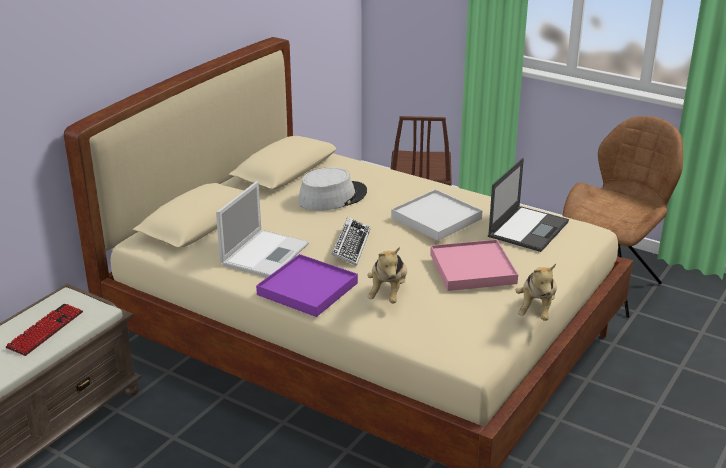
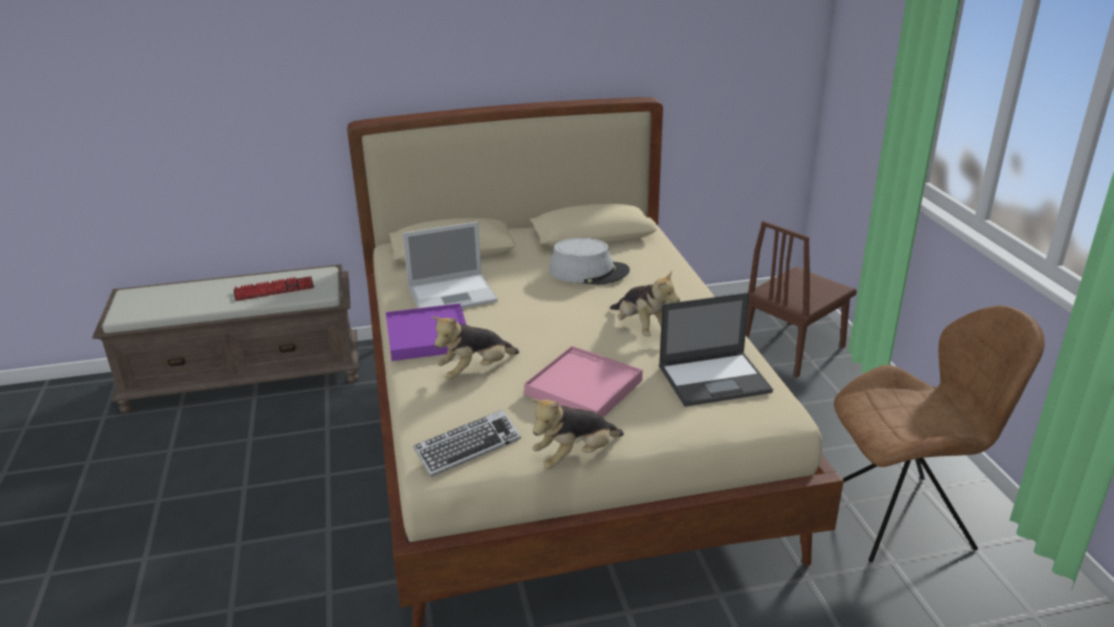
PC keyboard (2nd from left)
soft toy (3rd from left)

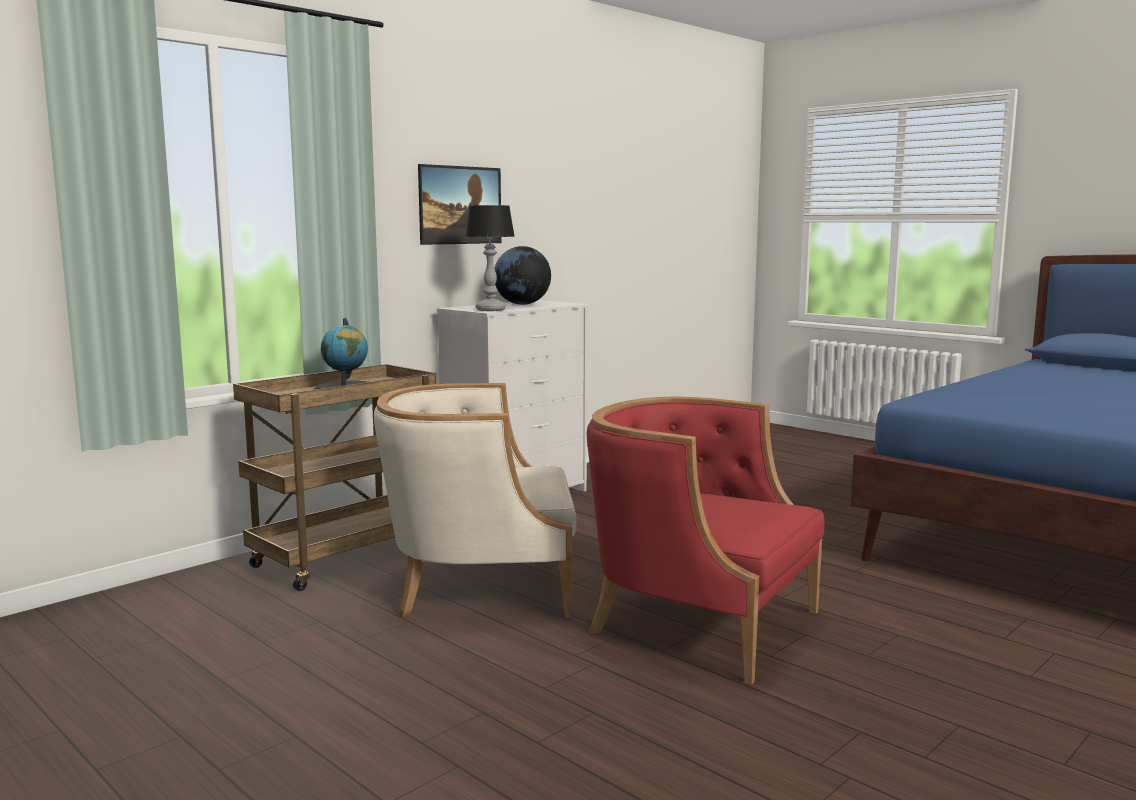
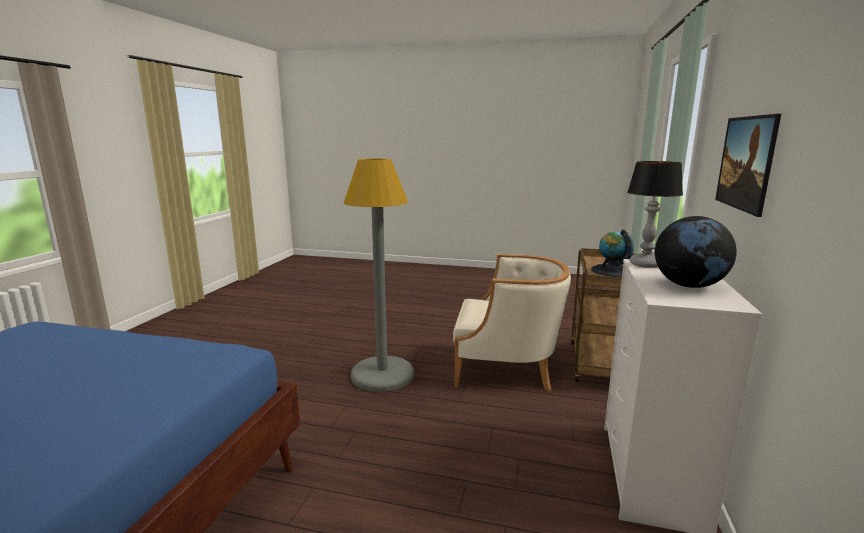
greyish standing lamp
sand-coloured armchair

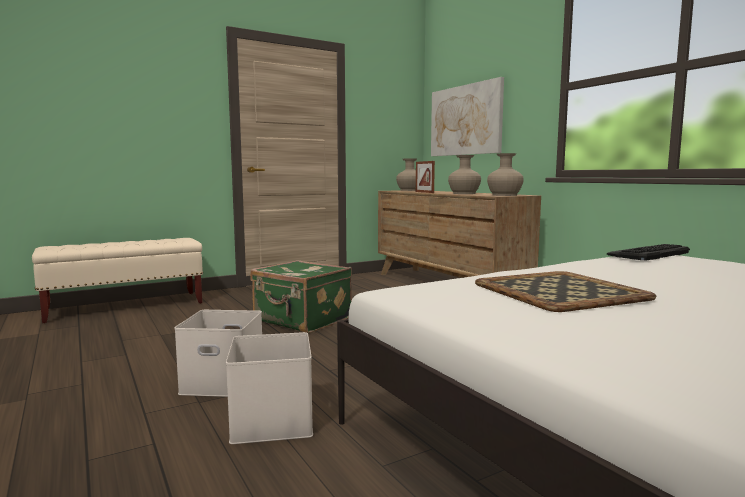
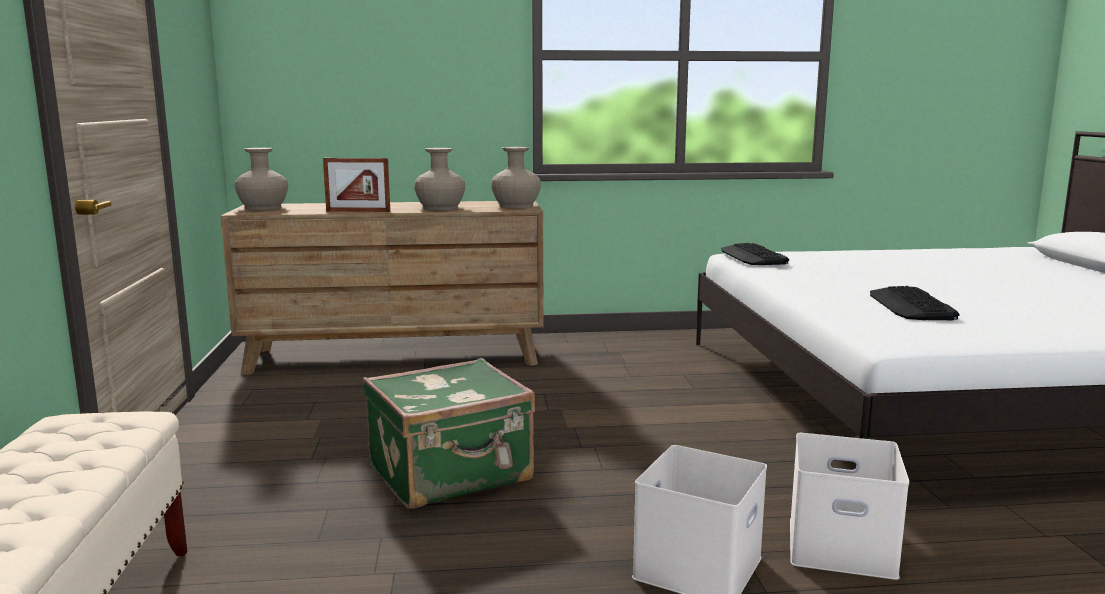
picture
PC keyboard (2nd from left)

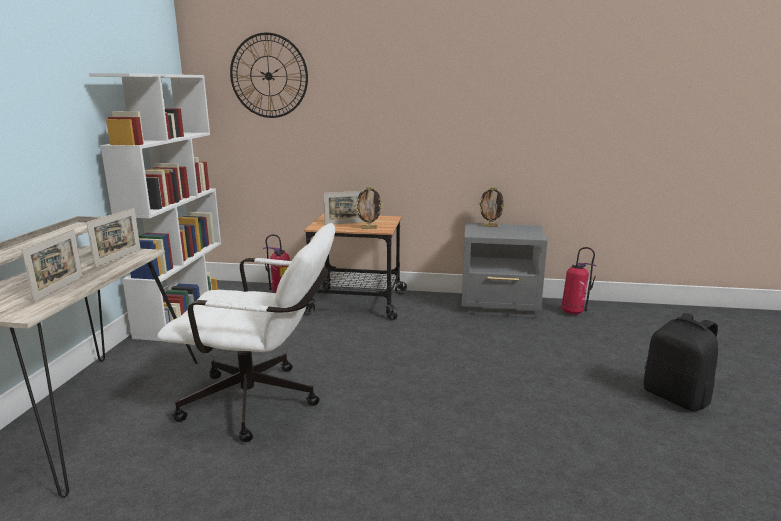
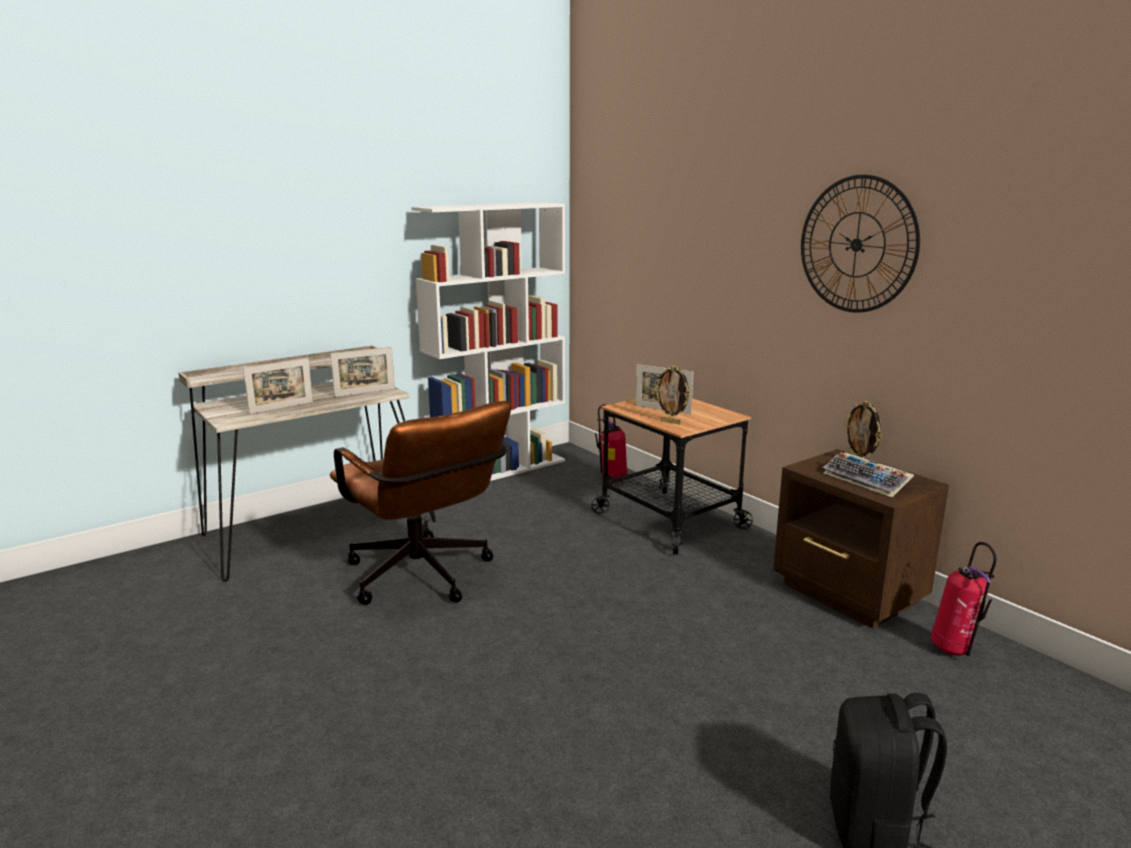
PC keyboard
hanging clock
brown desk chair
brown bedside table

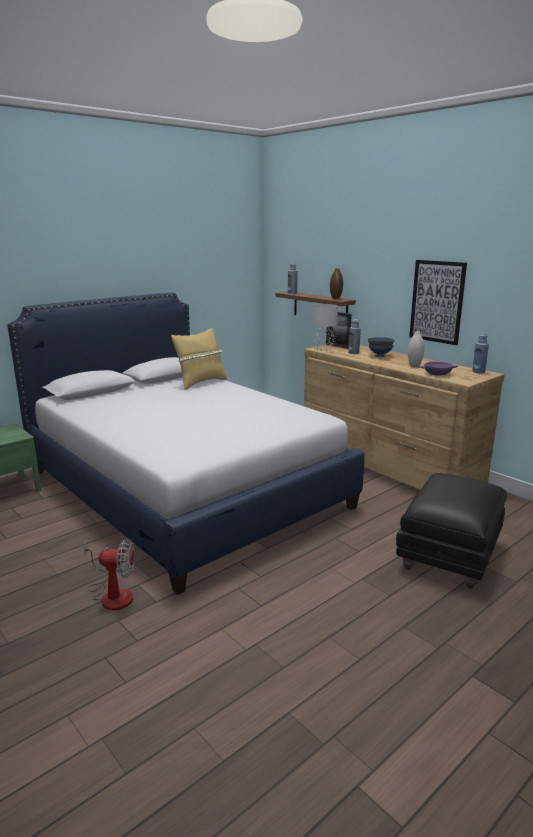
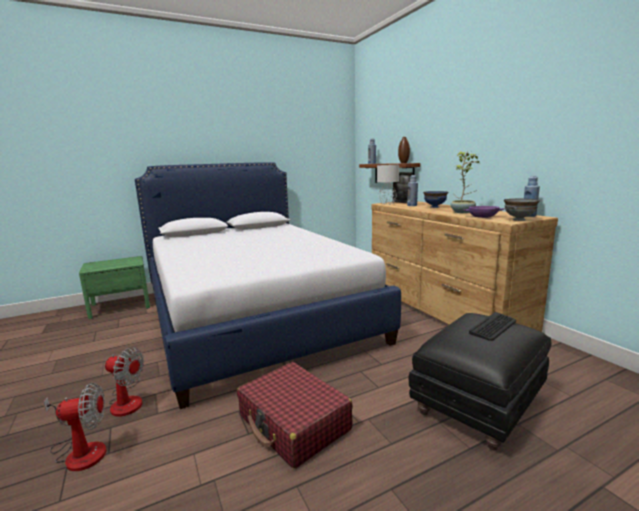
yellowish pillow
picture
cooling fan (1st from left)
red suitcase
PC keyboard
greyish serving bowl
plant in a pot

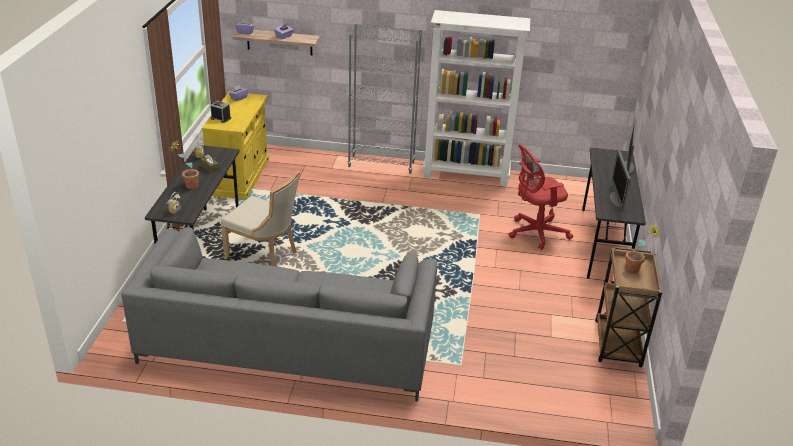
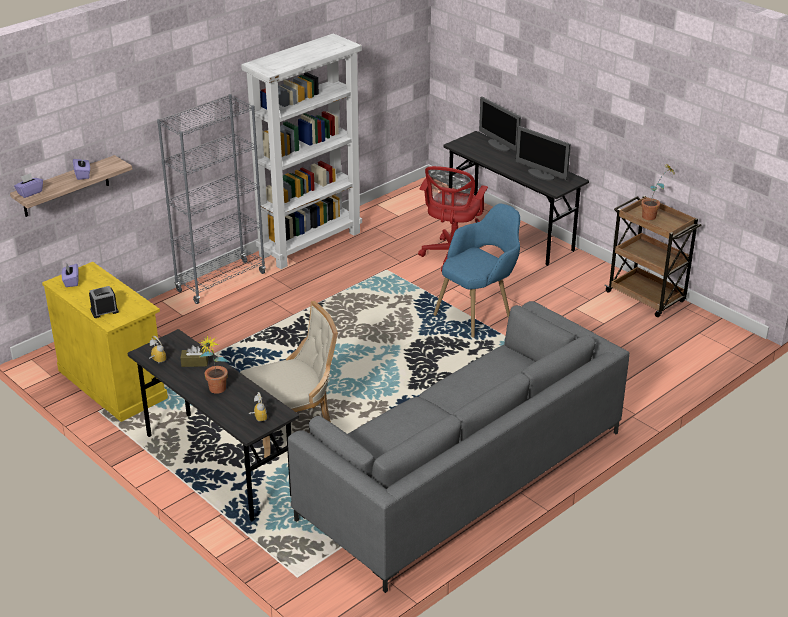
blue-coloured armchair

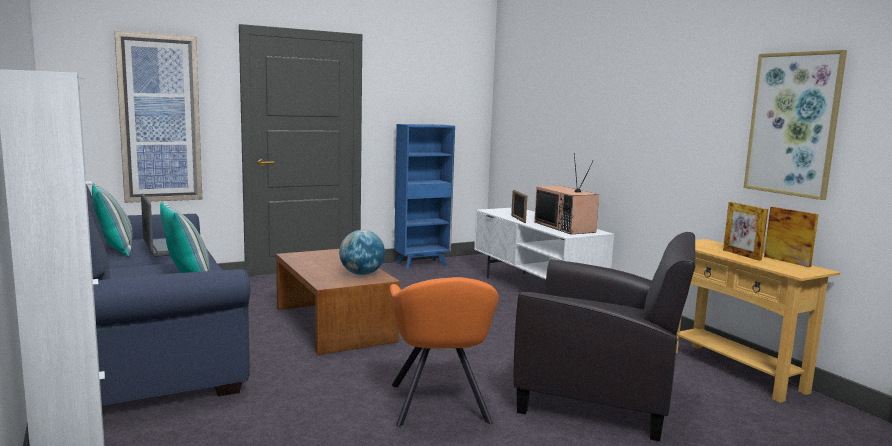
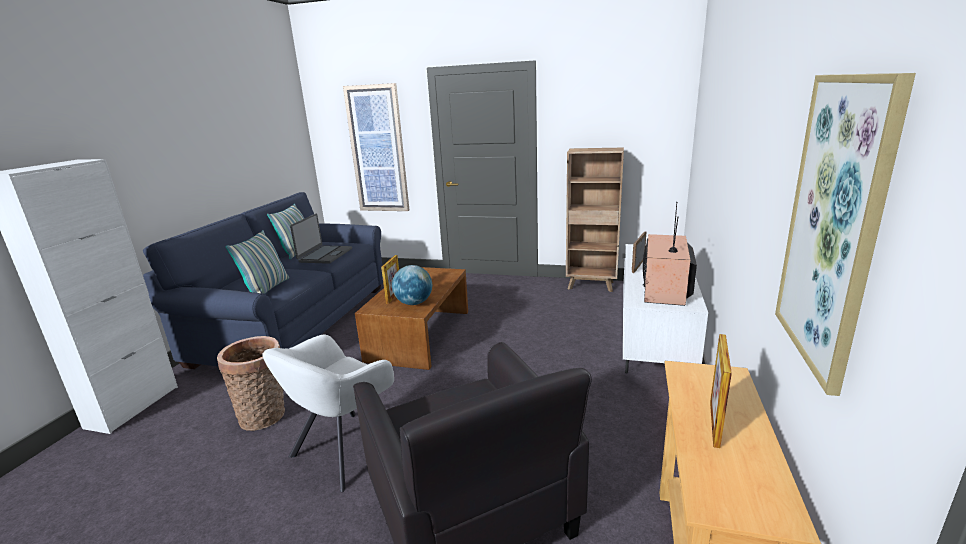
basket
standing frame (1st from left)
white armchair
brown bookshelf

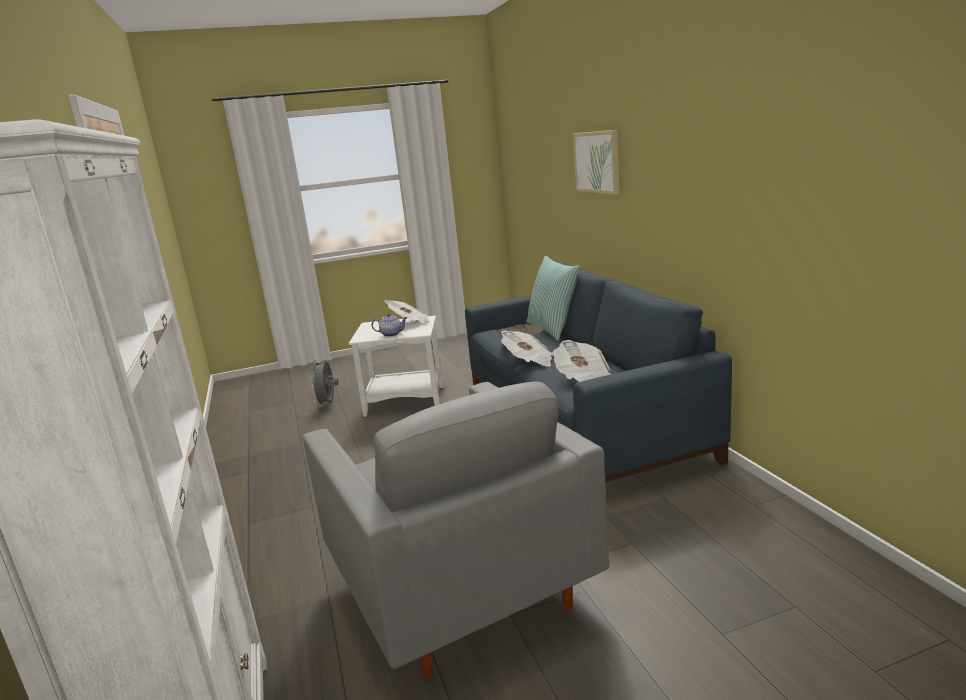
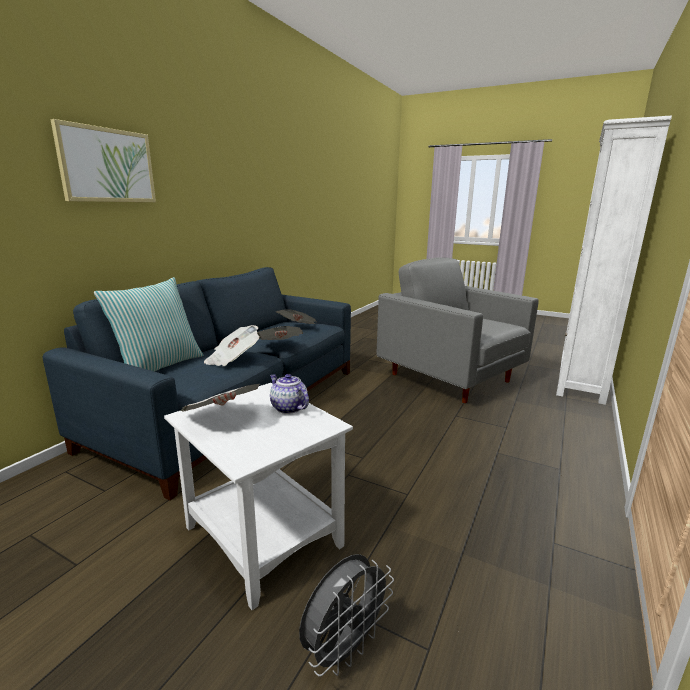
greyish armchair

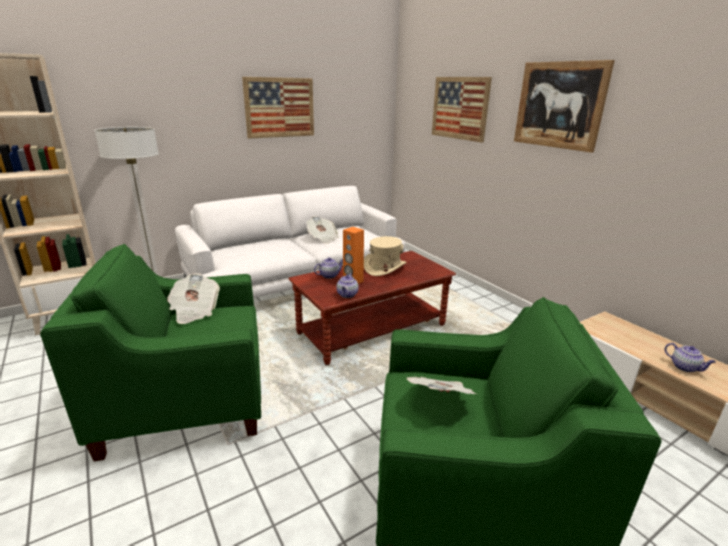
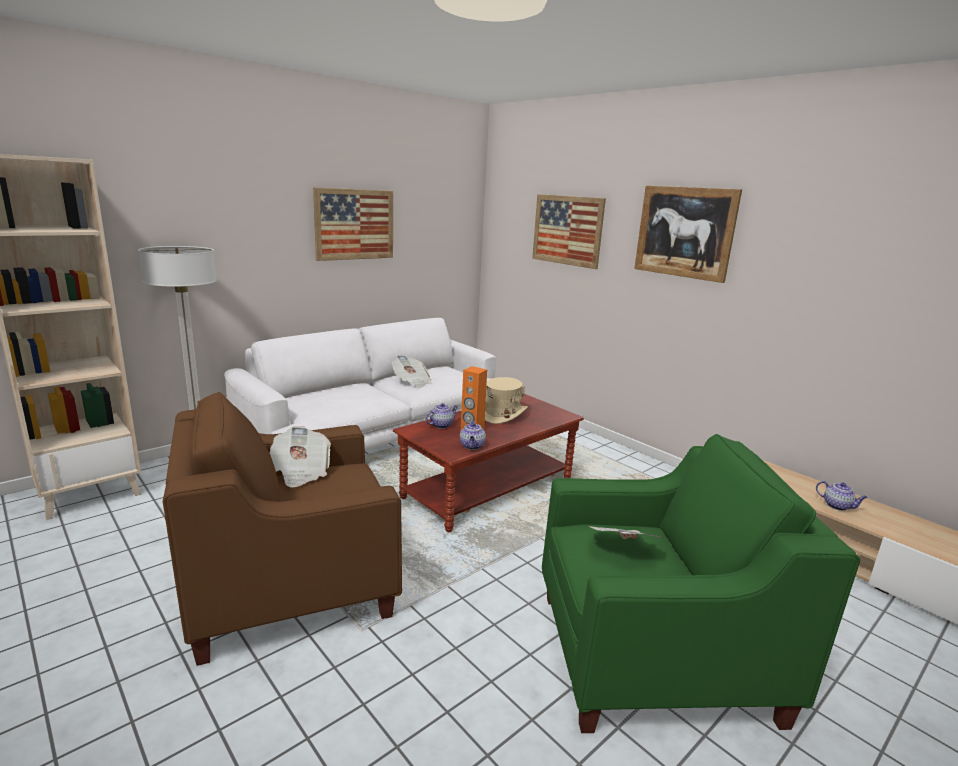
brown armchair

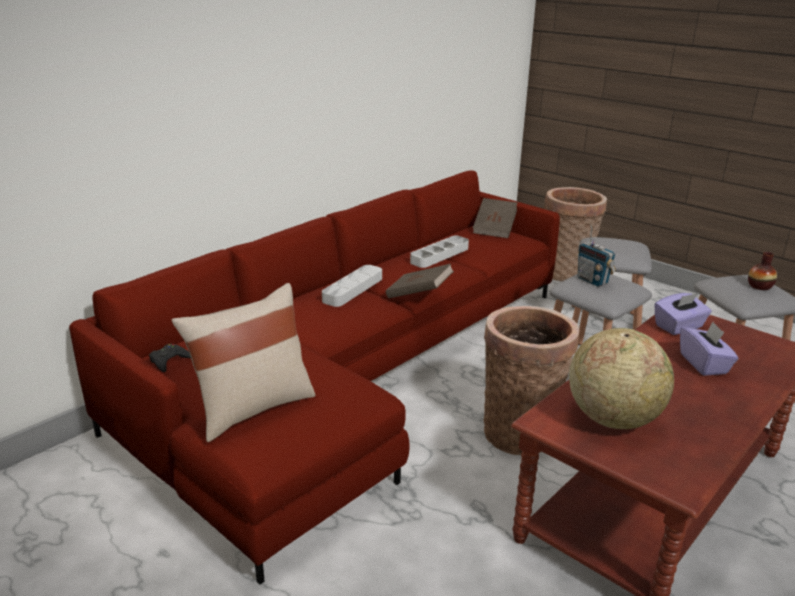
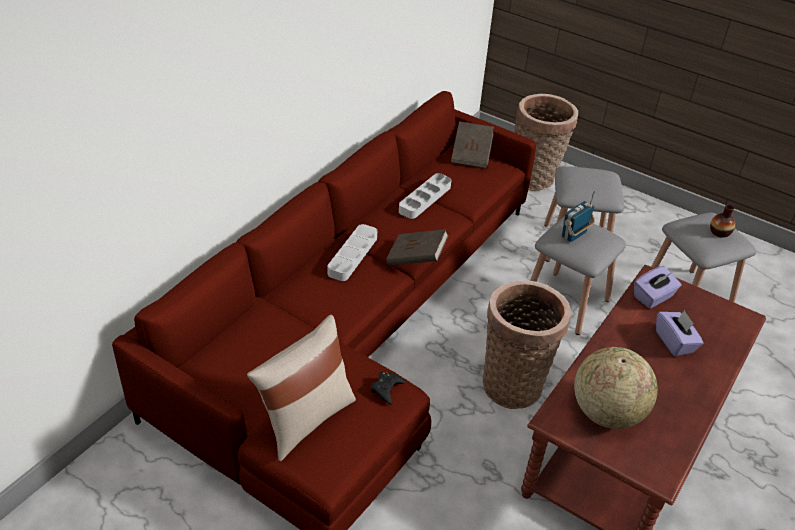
blackish gamepad
radio set

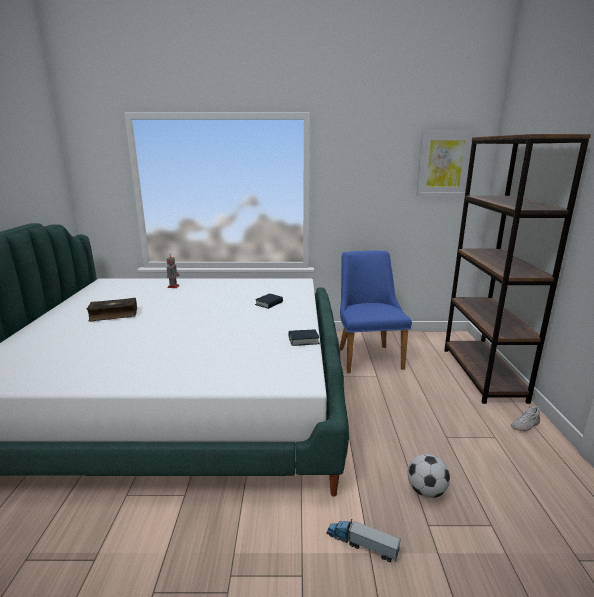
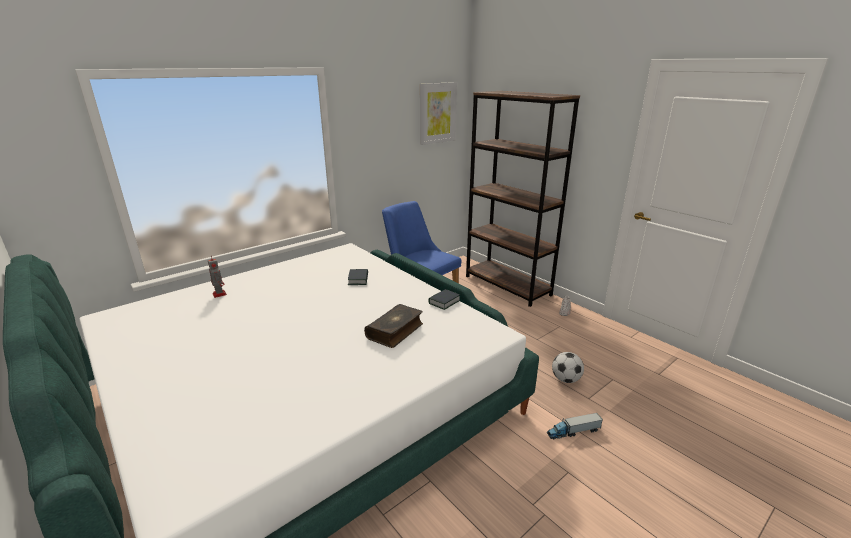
bound book (2nd from left)

